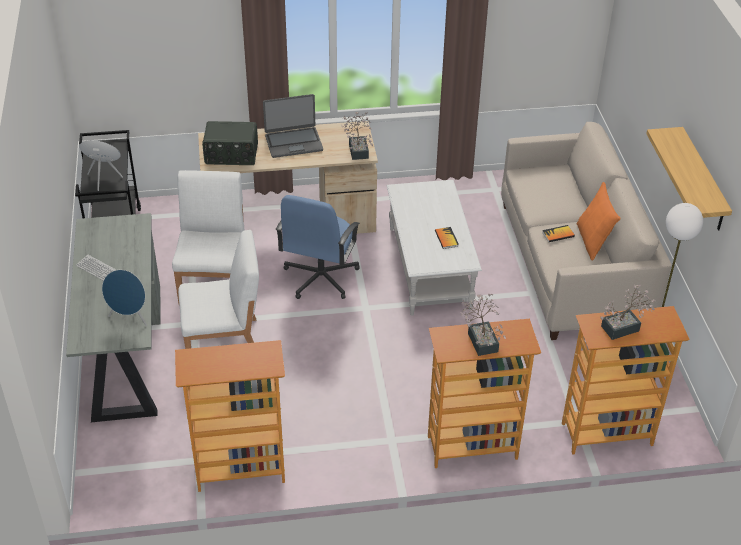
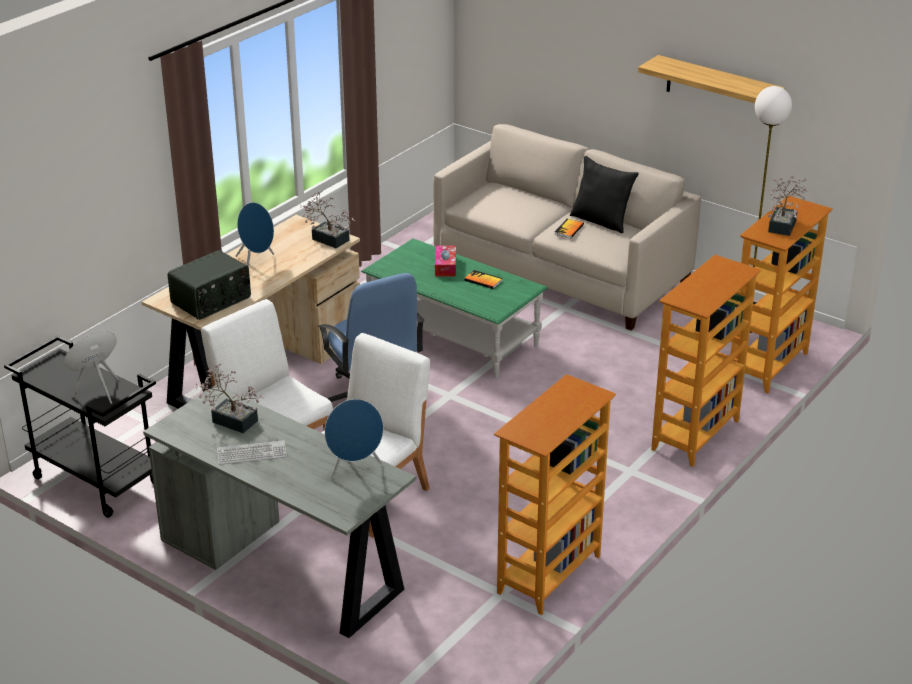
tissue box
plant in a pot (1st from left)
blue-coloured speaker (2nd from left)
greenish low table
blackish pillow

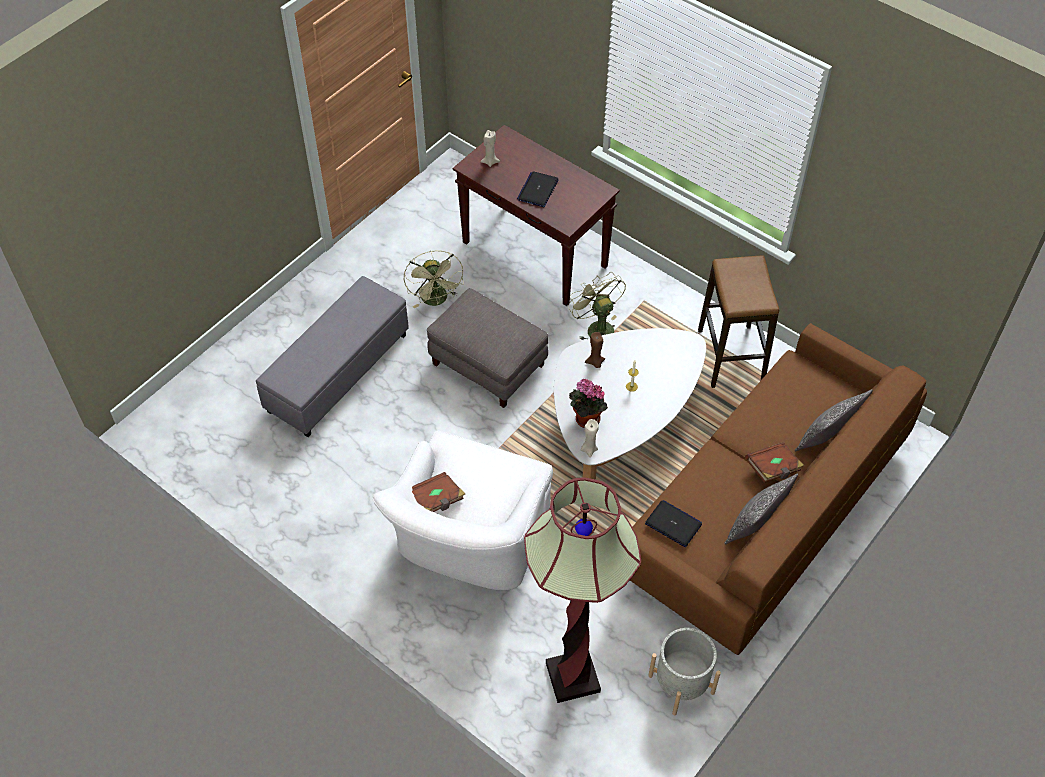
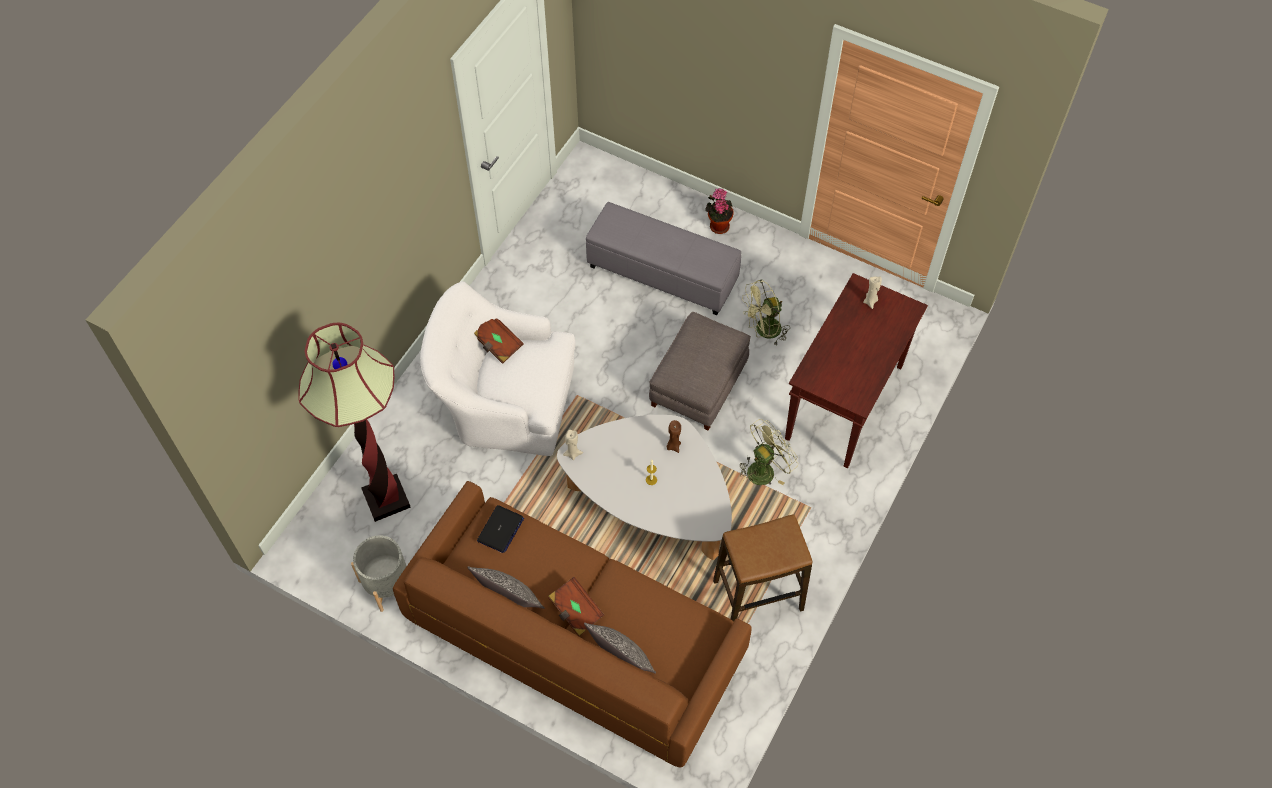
portable computer (1st from left in the first image)
plant in a pot

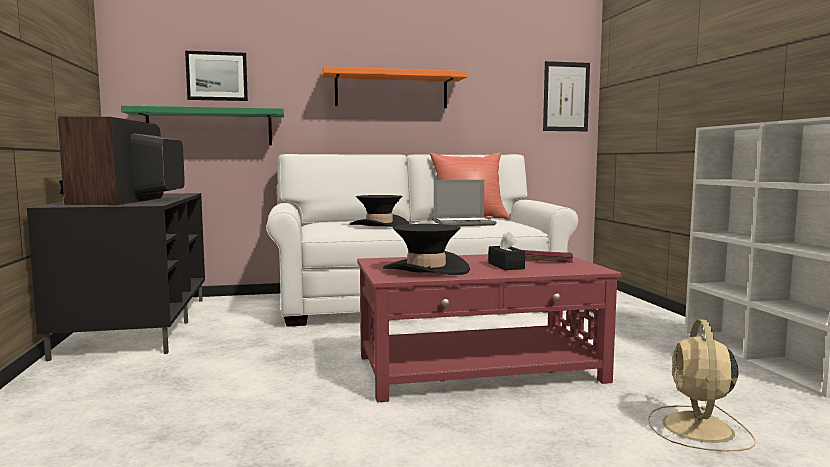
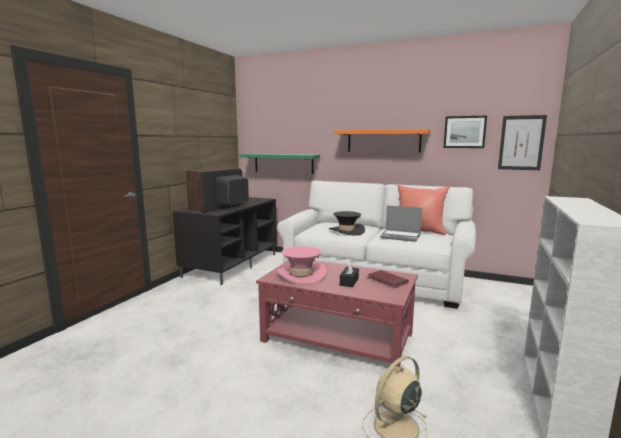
picture (1st from left)
pink clothing hat

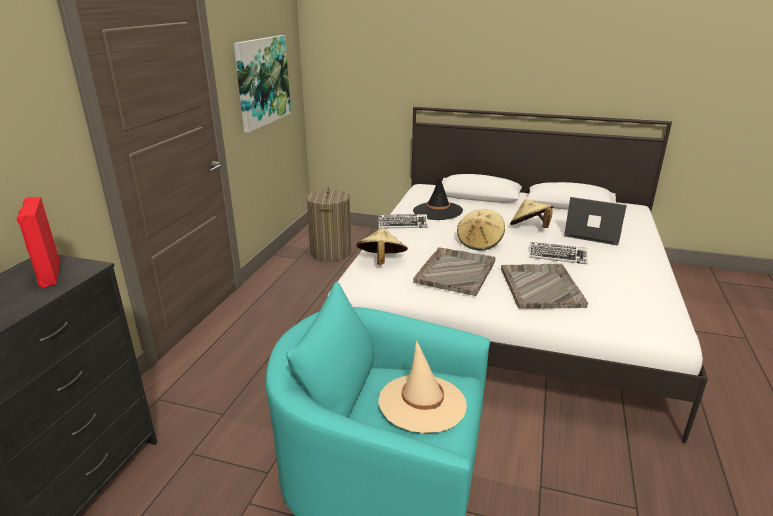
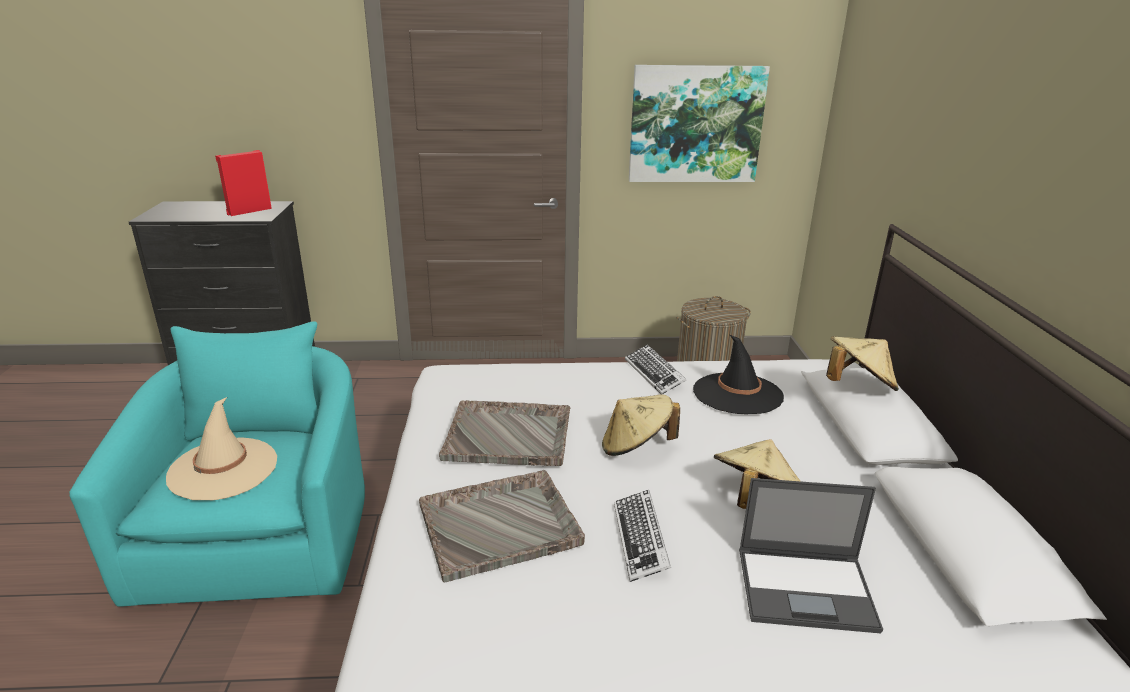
sand-coloured clothing hat (4th from left)
portable computer

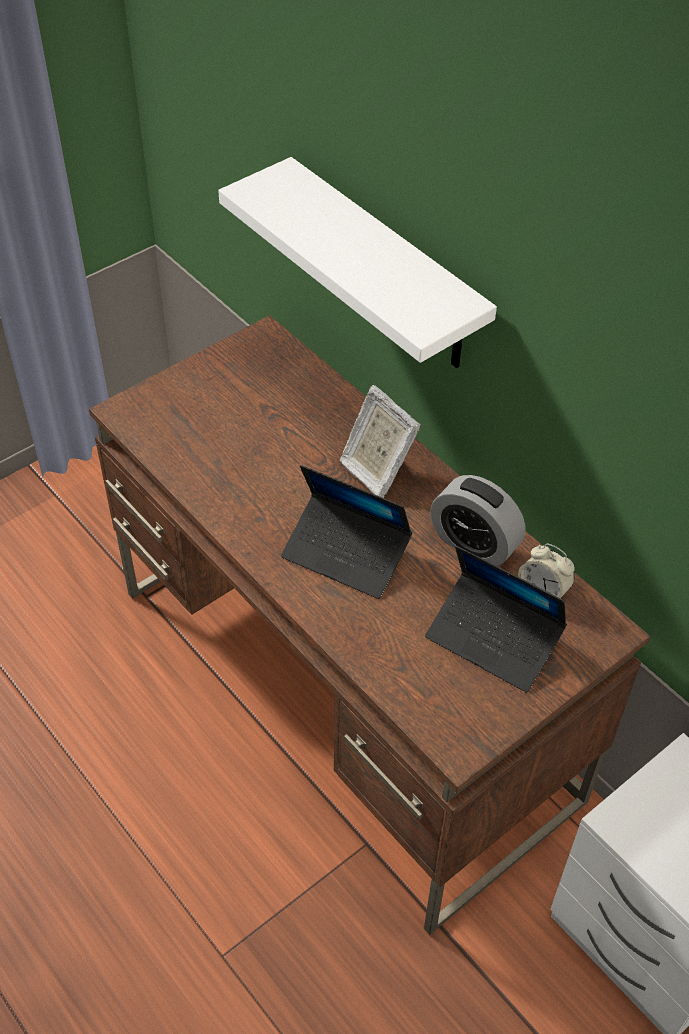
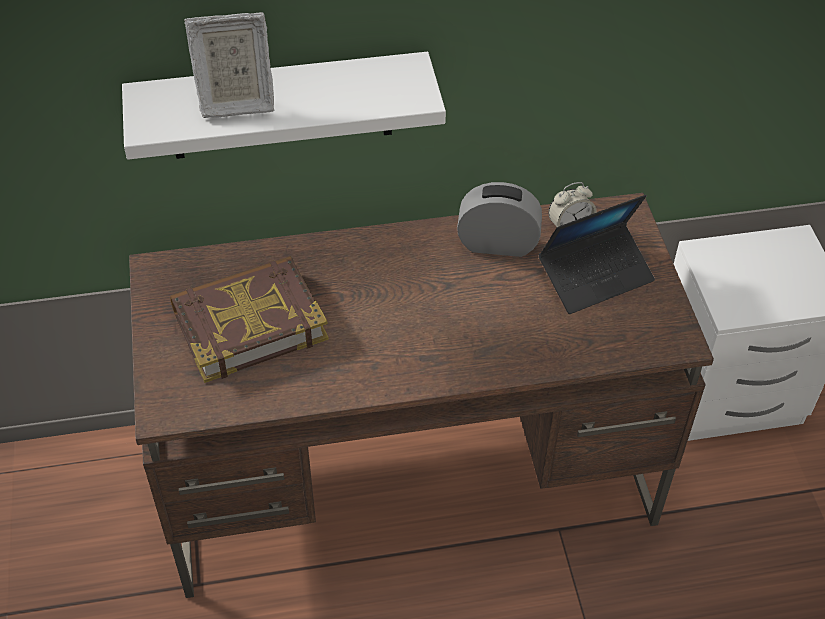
portable computer (1st from left in the first image)
bound book
standing frame
alarm clock (1st from left)

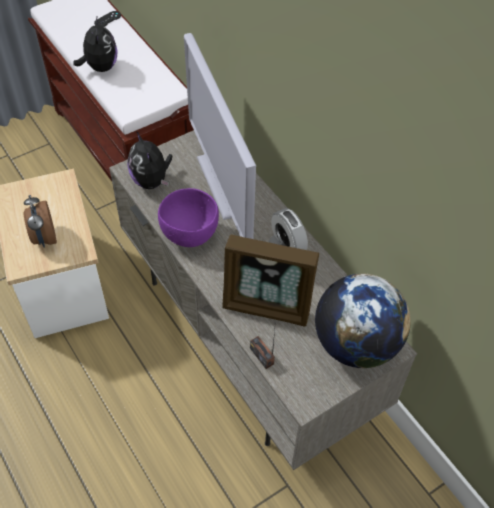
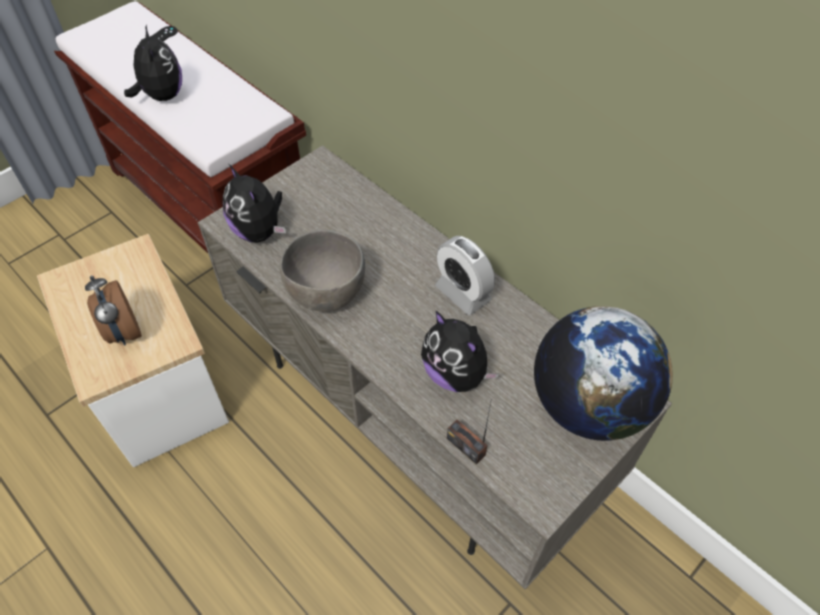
TV
soft toy (3rd from left)
greyish serving bowl

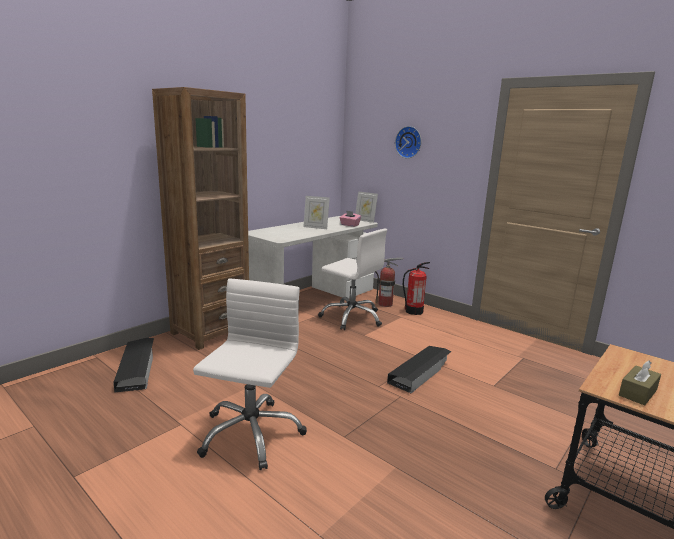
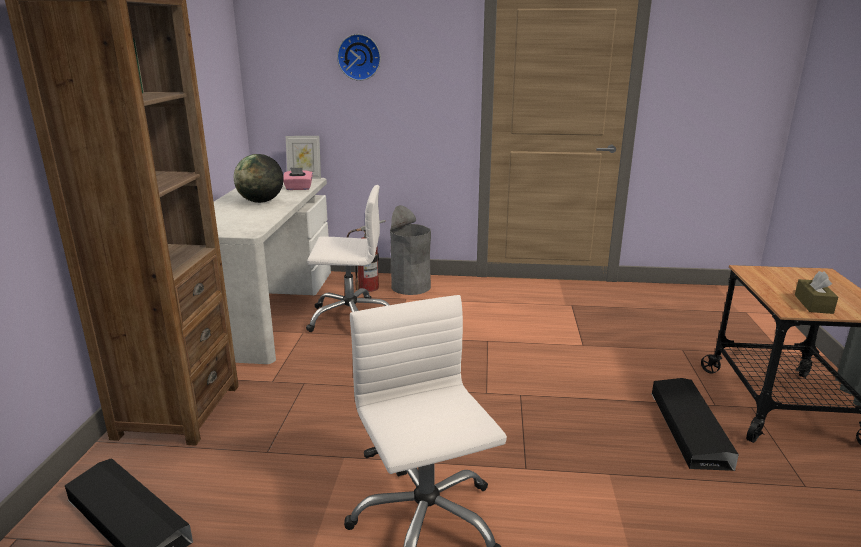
blackish storage bin (2nd from left)
globe
greyish waste bin

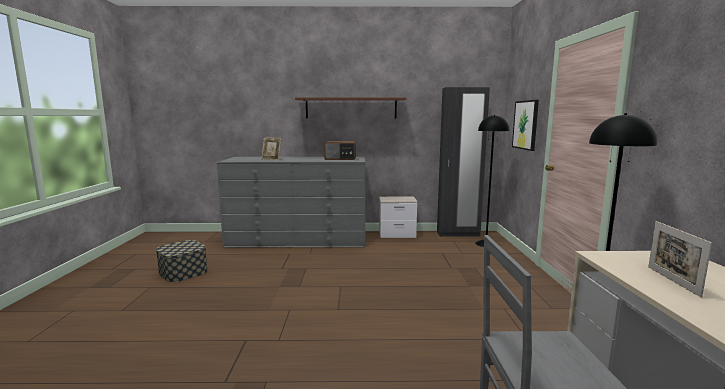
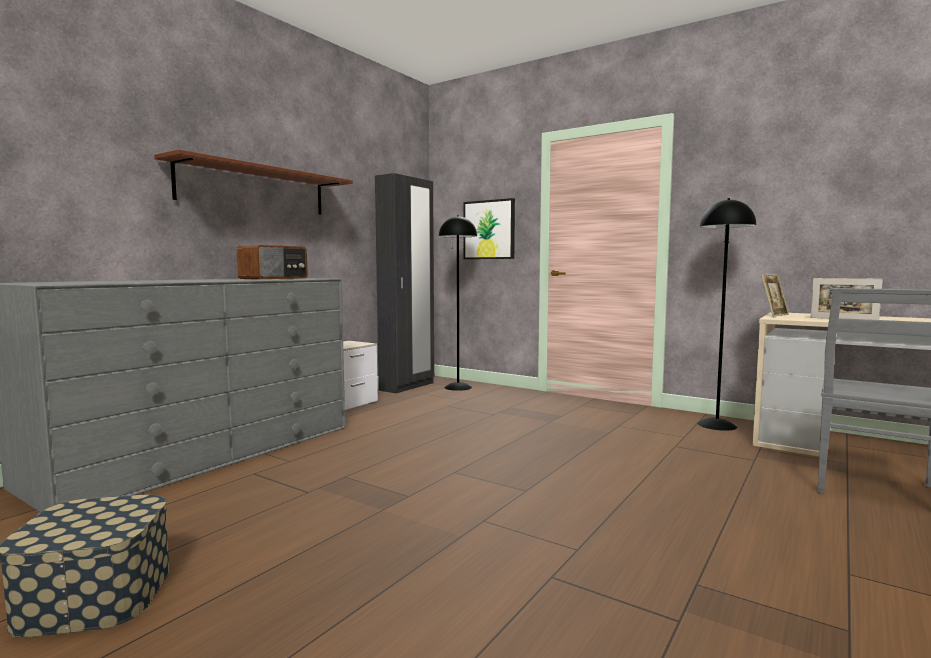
standing frame (1st from left)

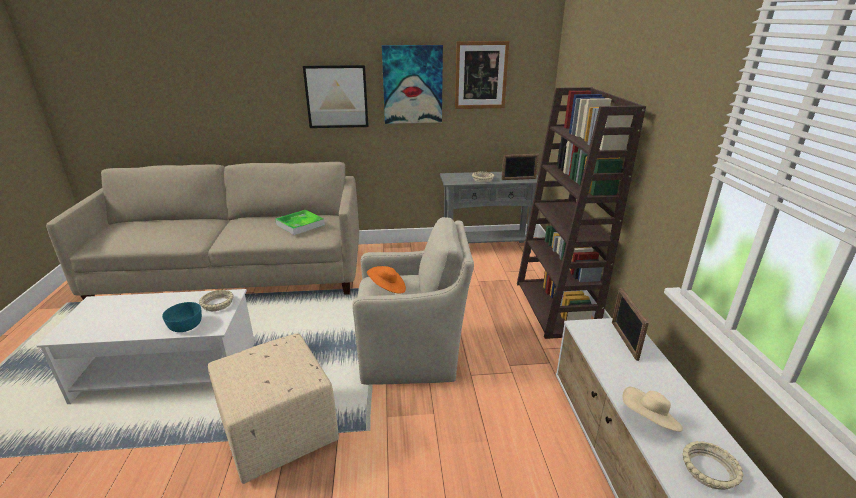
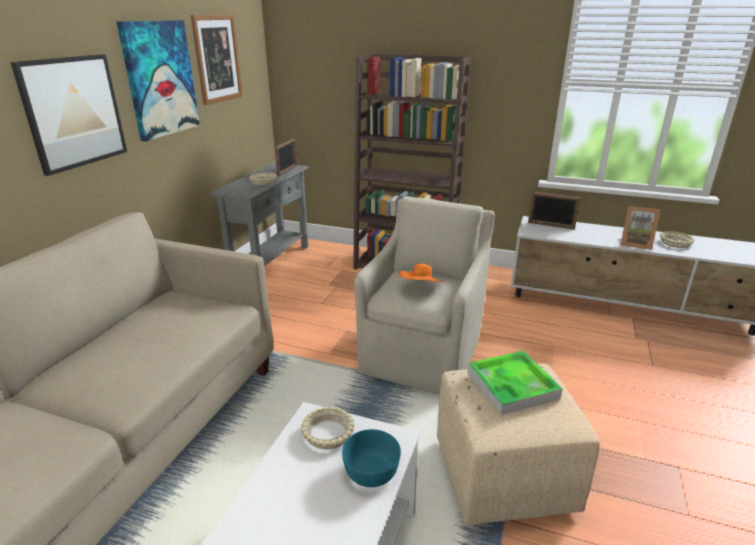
tray
standing frame (3rd from left)

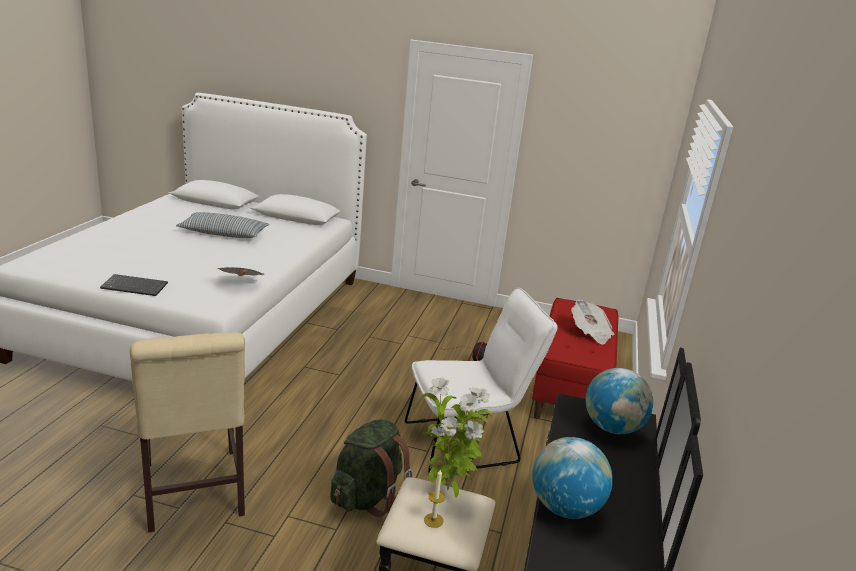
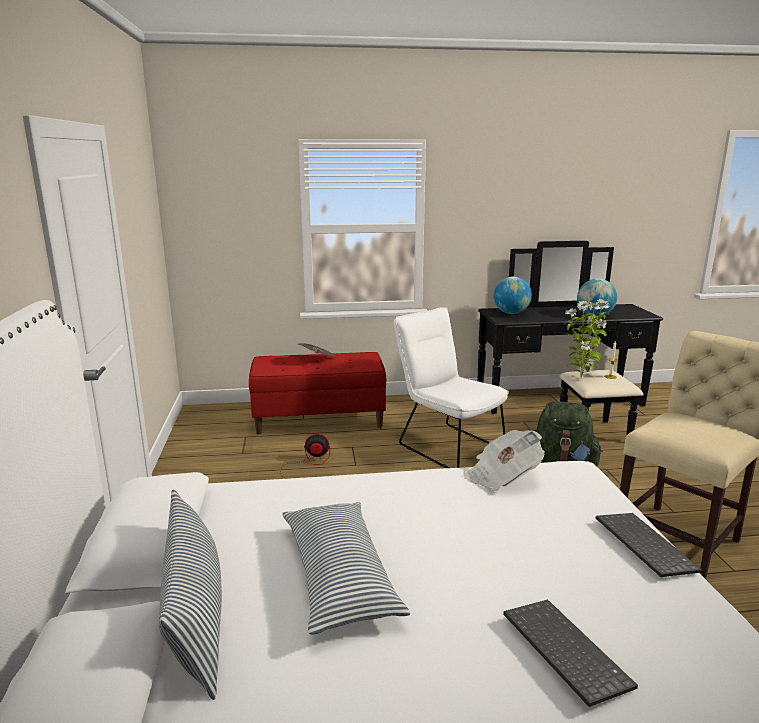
pillow (1st from left)
PC keyboard (1st from left)

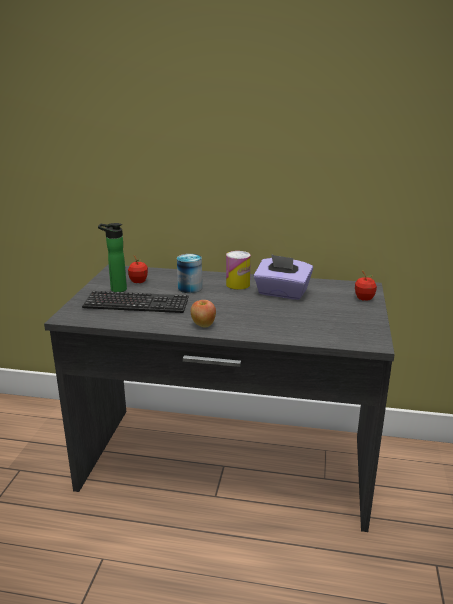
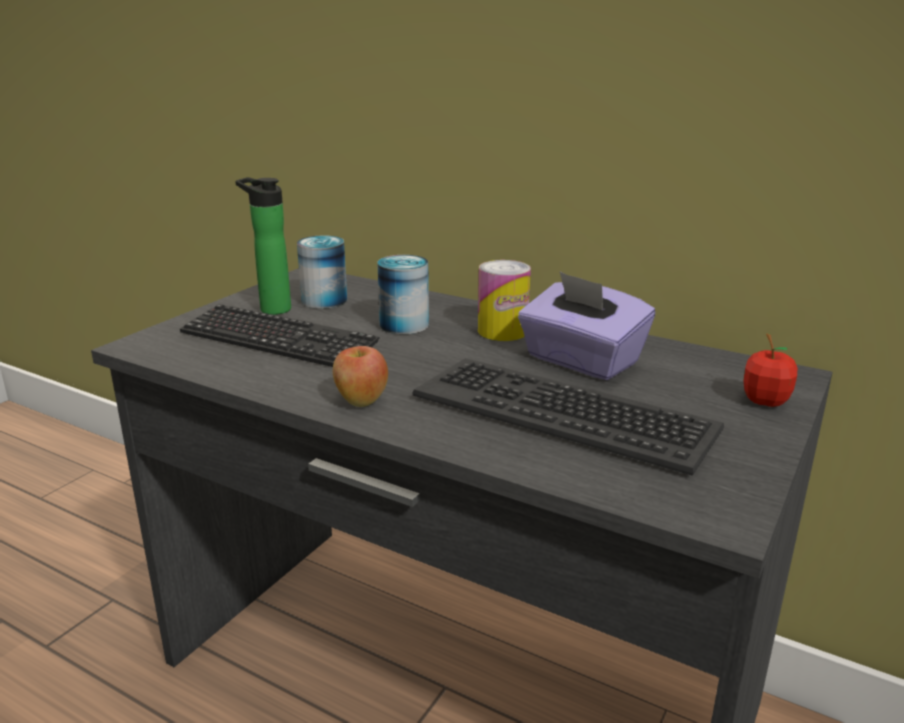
PC keyboard (2nd from left)
sealed can (1st from left)

